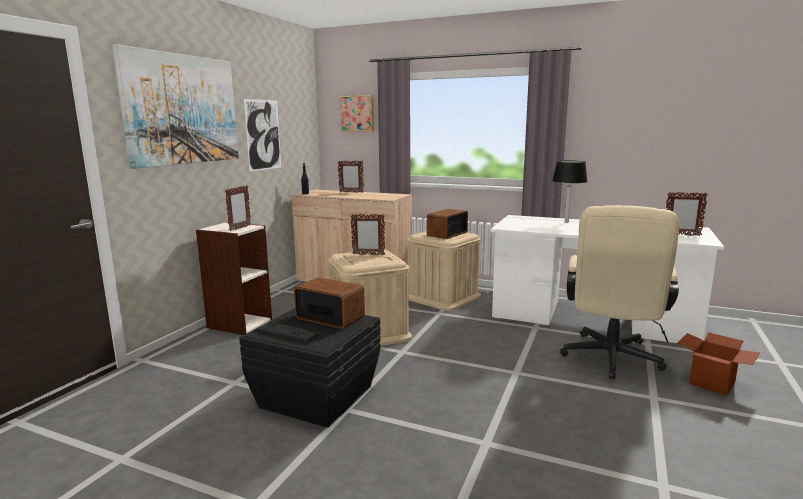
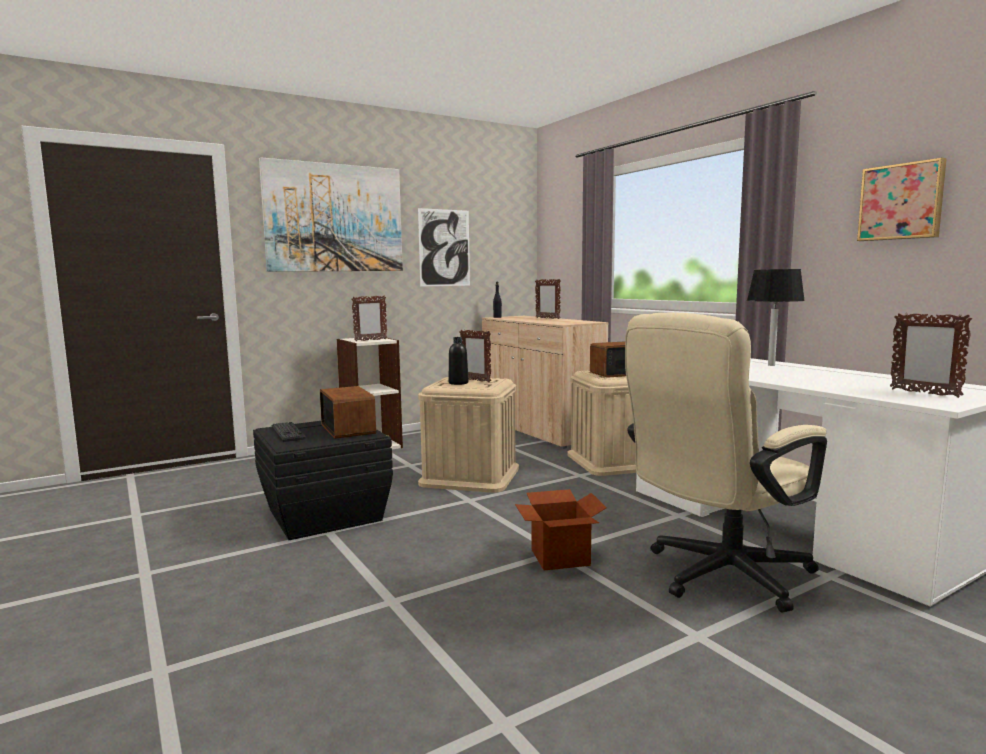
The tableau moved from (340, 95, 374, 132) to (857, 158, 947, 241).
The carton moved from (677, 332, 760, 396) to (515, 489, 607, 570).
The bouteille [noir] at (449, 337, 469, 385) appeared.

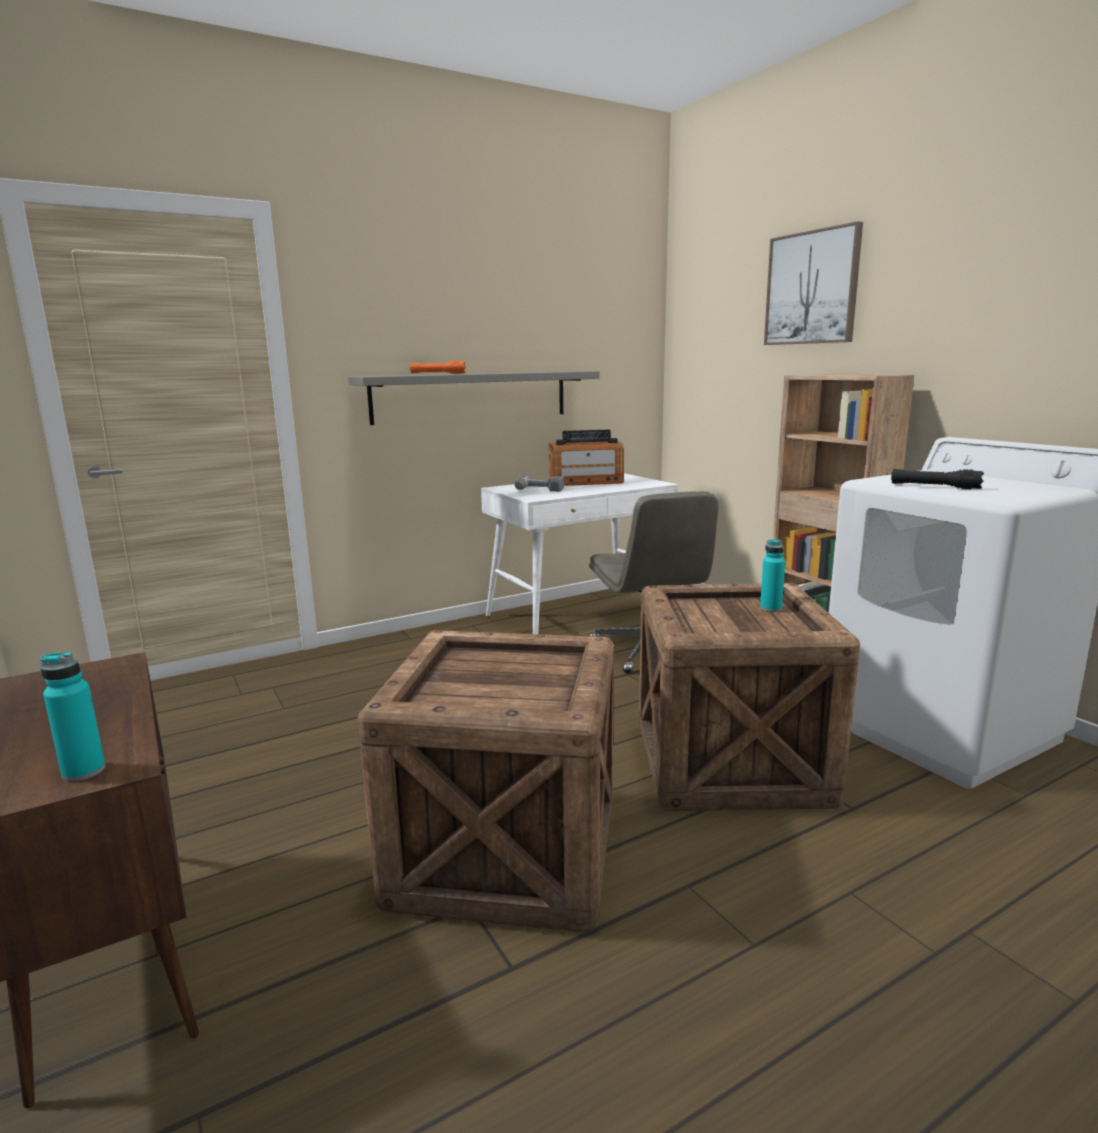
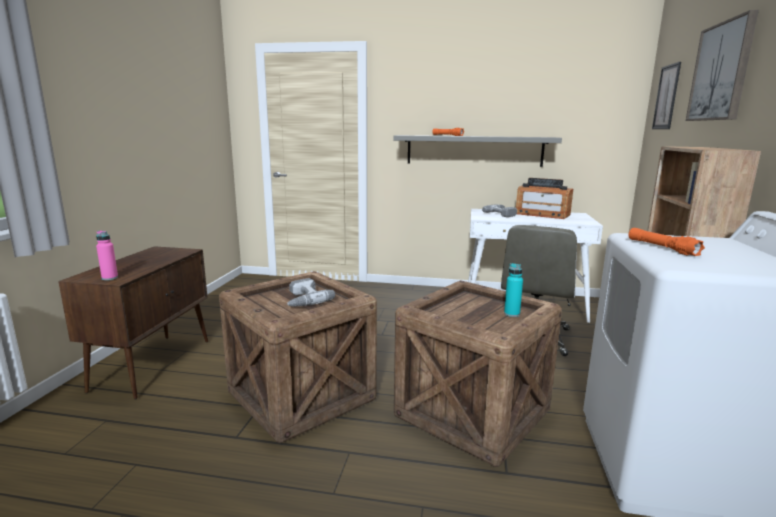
The bouteille [turquoise] at (40, 652, 105, 781) became the bouteille [rose] at (96, 231, 118, 280).
The lampe de poche [noir] at (891, 469, 984, 490) became the lampe de poche [orange] at (628, 228, 705, 256).
The perceuse at (287, 278, 335, 307) appeared.
The tableau at (652, 62, 681, 129) appeared.

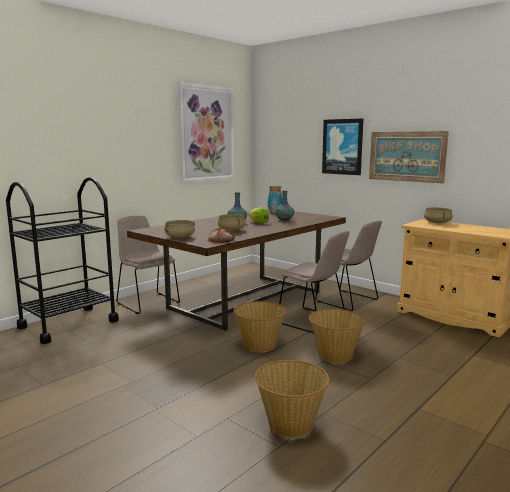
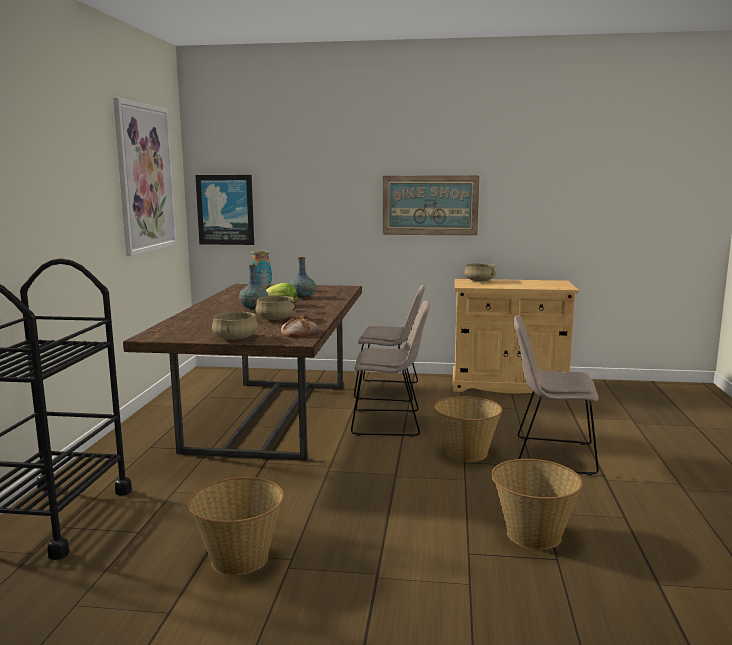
The chaise [beige] moved from (116, 215, 180, 314) to (513, 315, 599, 476).
The panier moved from (233, 301, 287, 353) to (188, 477, 284, 575).
The tableau moved from (322, 118, 364, 175) to (195, 175, 254, 245).

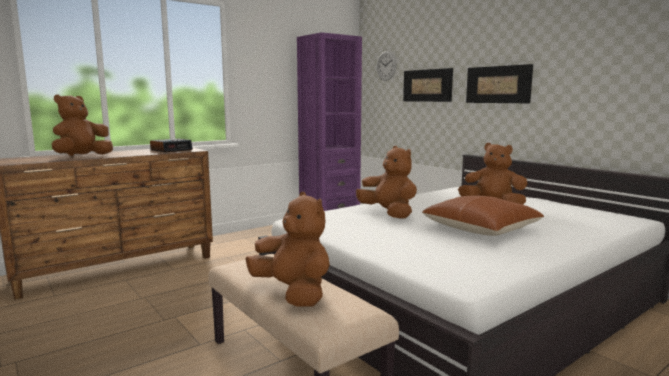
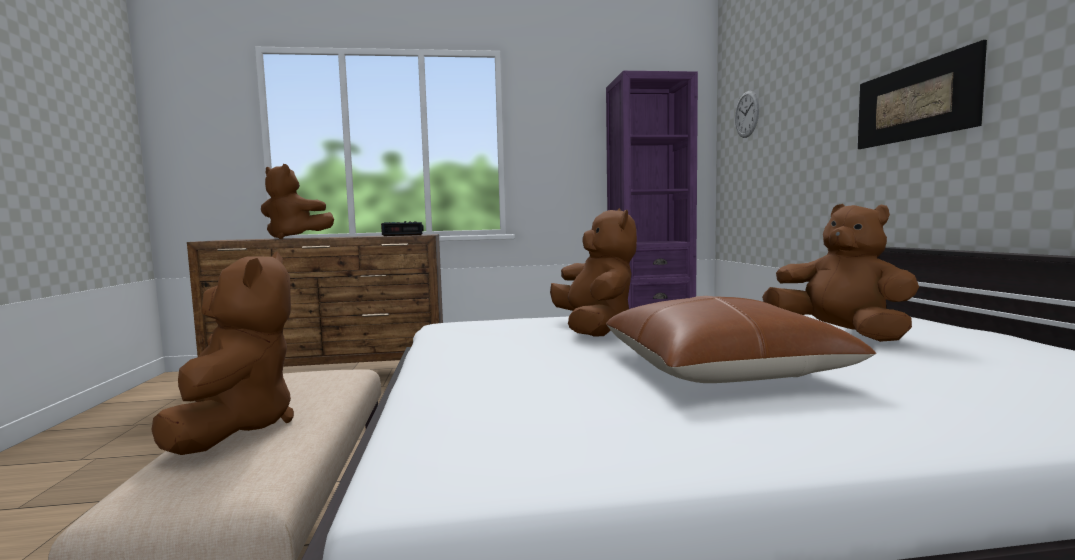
The peluche [marron] at (52, 95, 113, 156) turned 135 degrees counterclockwise.
The tableau at (403, 68, 453, 102) disappeared.

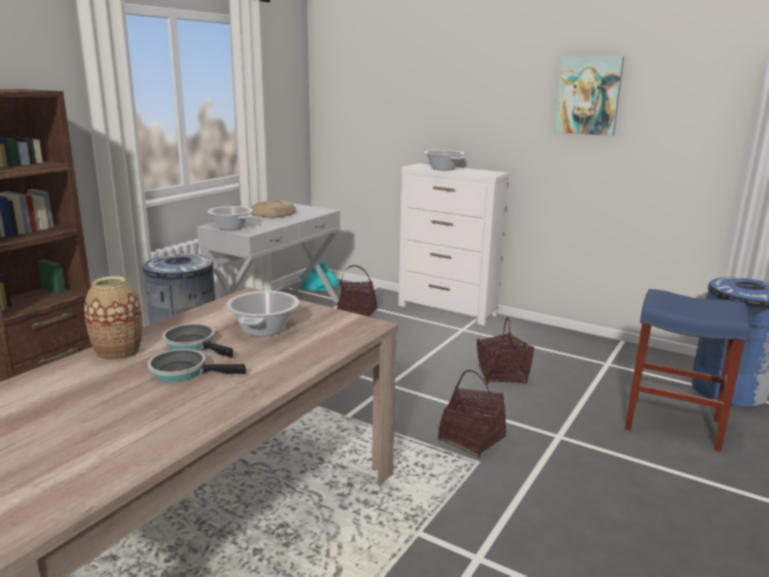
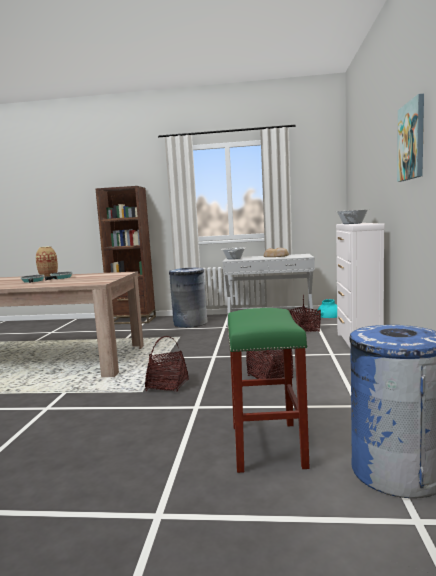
The marmite at (226, 291, 299, 336) disappeared.
The tabouret [bleu] at (625, 289, 750, 451) became the tabouret [vert] at (227, 308, 310, 473).

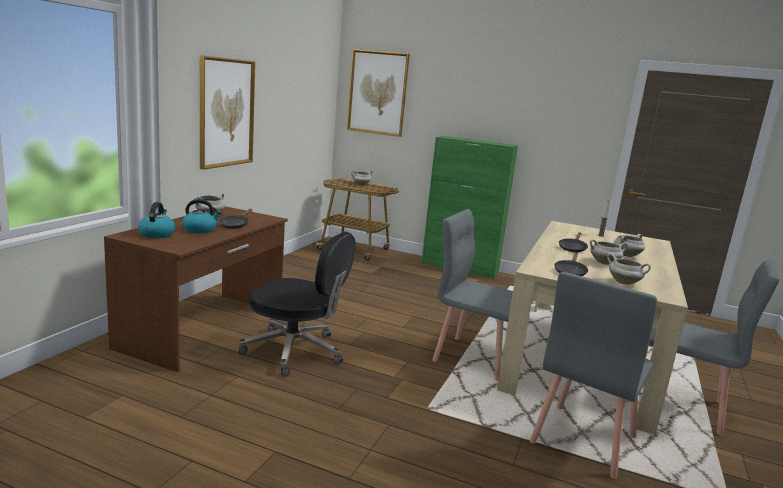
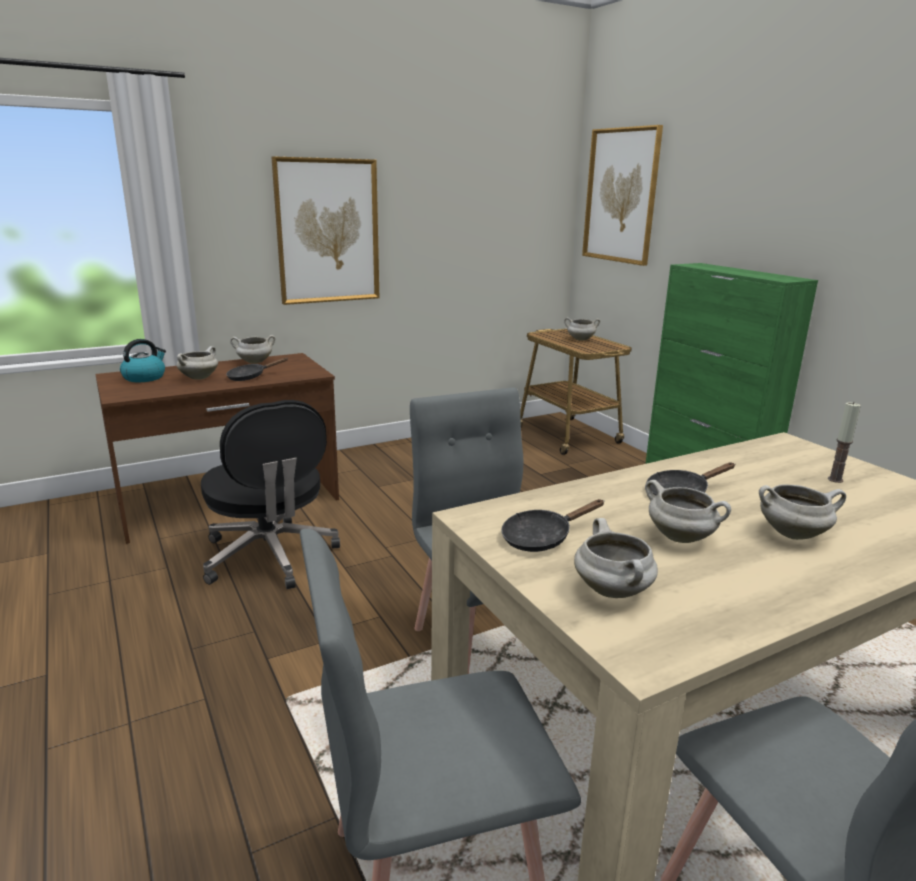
The bouilloire at (182, 199, 222, 233) was replaced by the marmite [blanc] at (176, 346, 218, 380).

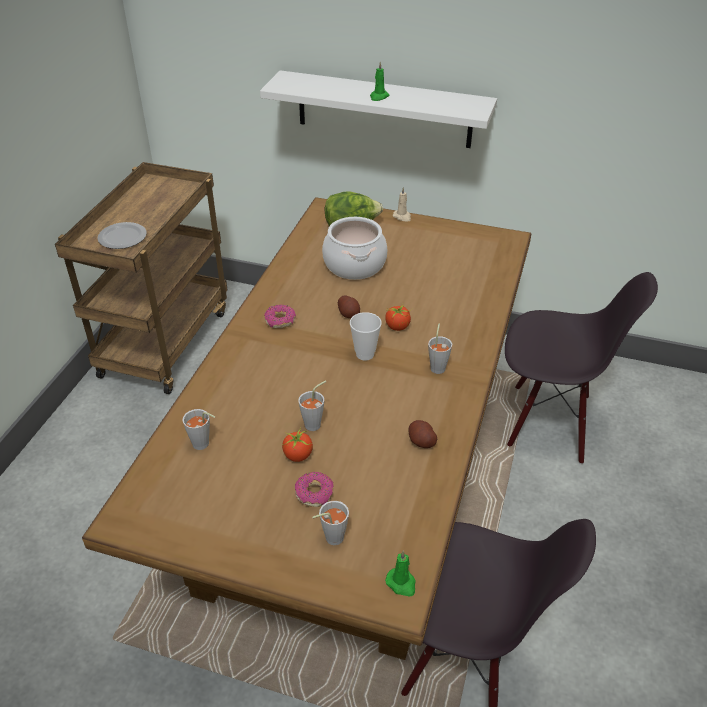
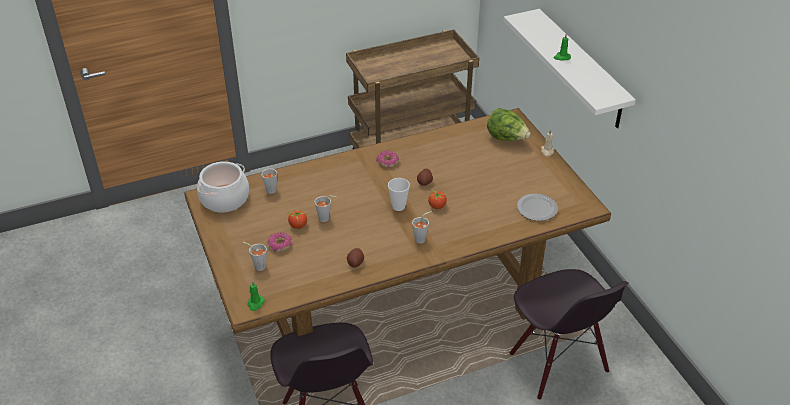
The assiette moved from (98, 222, 147, 249) to (517, 194, 558, 221).
The marmite moved from (322, 217, 387, 280) to (197, 161, 249, 212).

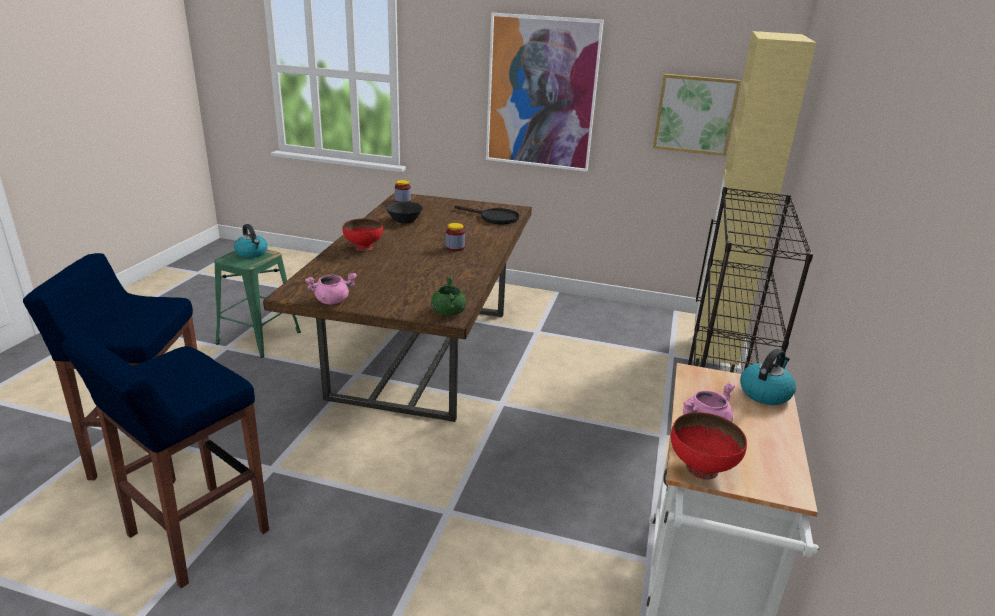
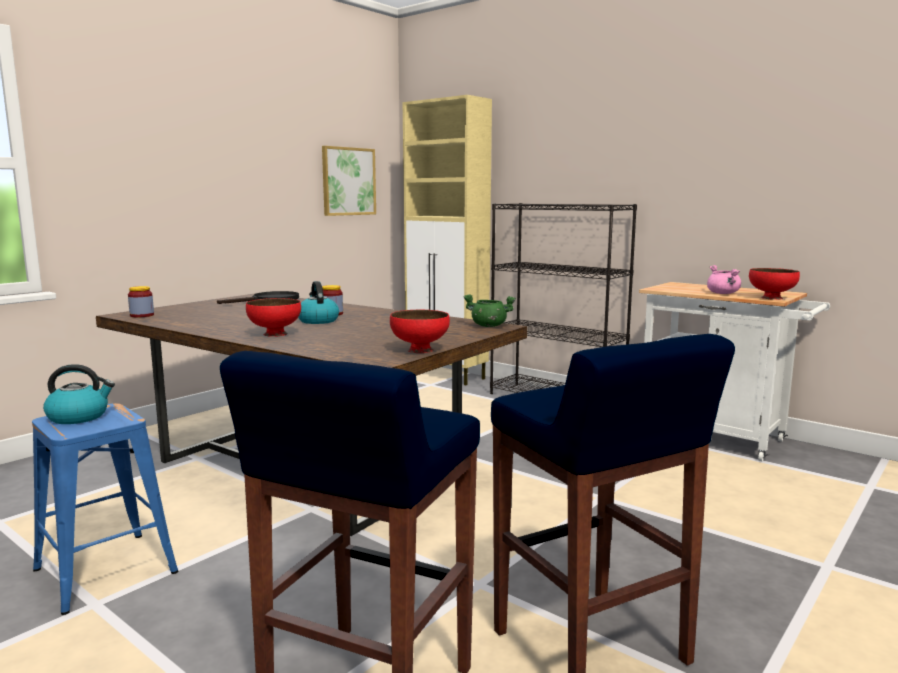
The tabouret [vert] at (214, 250, 301, 358) became the tabouret [bleu] at (32, 403, 178, 615).
The marmite [rose] at (305, 273, 357, 304) was replaced by the bol [rouge] at (390, 310, 450, 353).
The bol [noir] at (386, 202, 423, 224) disappeared.
The tableau at (486, 13, 604, 172) disappeared.
The bouilloire moved from (740, 348, 796, 405) to (298, 281, 339, 324).

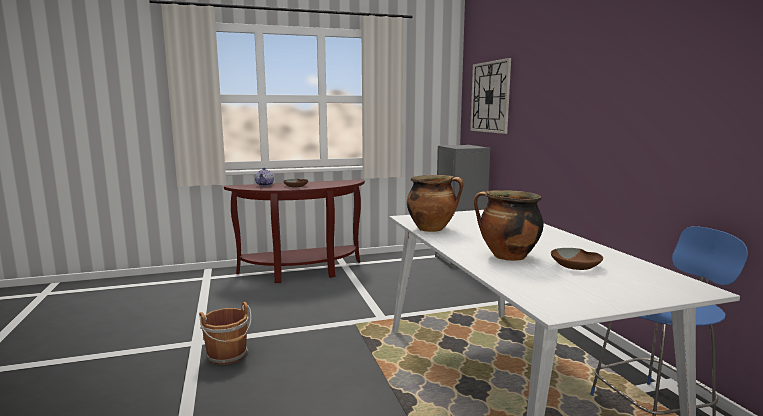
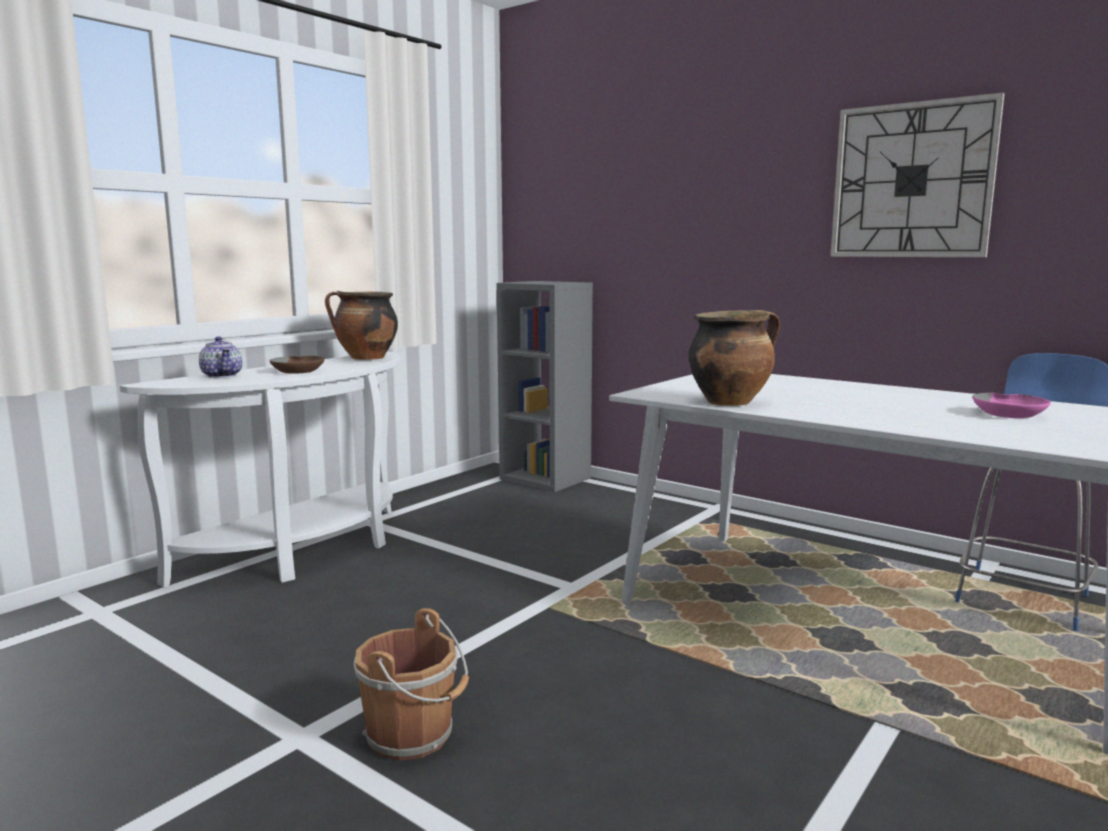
The table console [marron] at (224, 179, 365, 283) became the table console [blanc] at (120, 352, 401, 588).
The horloge murale moved from (470, 58, 511, 134) to (830, 92, 1005, 257).
The marmite moved from (474, 190, 543, 261) to (325, 291, 398, 360).
The bol [marron] at (551, 248, 603, 270) became the bol [rose] at (972, 393, 1051, 418).

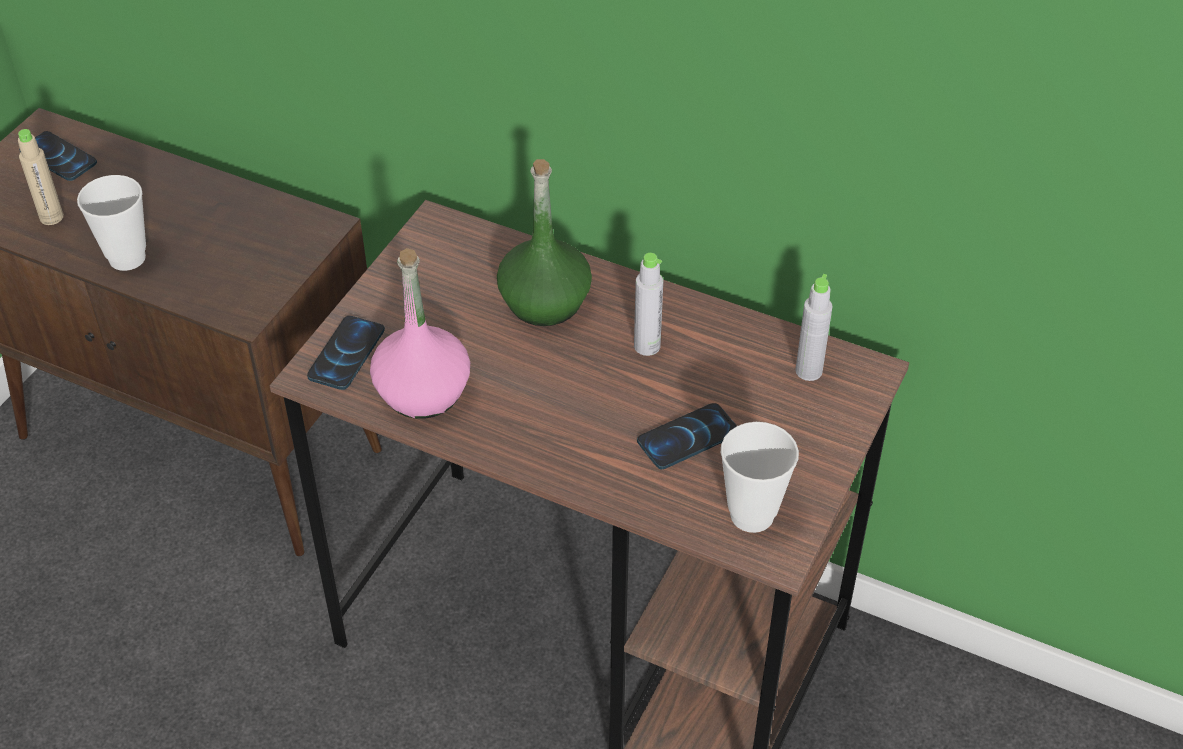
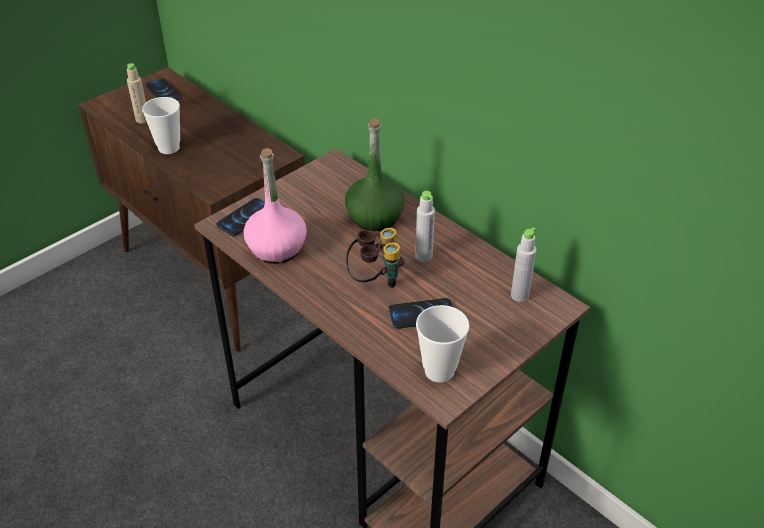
The jumelles at (346, 228, 404, 288) appeared.

